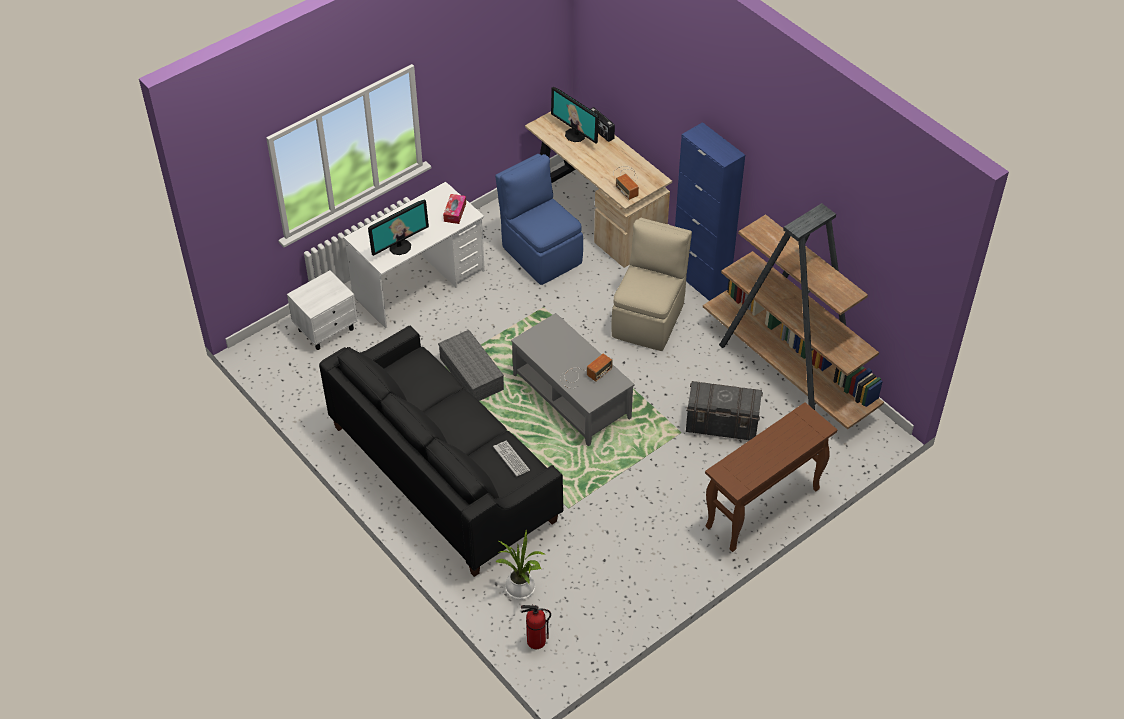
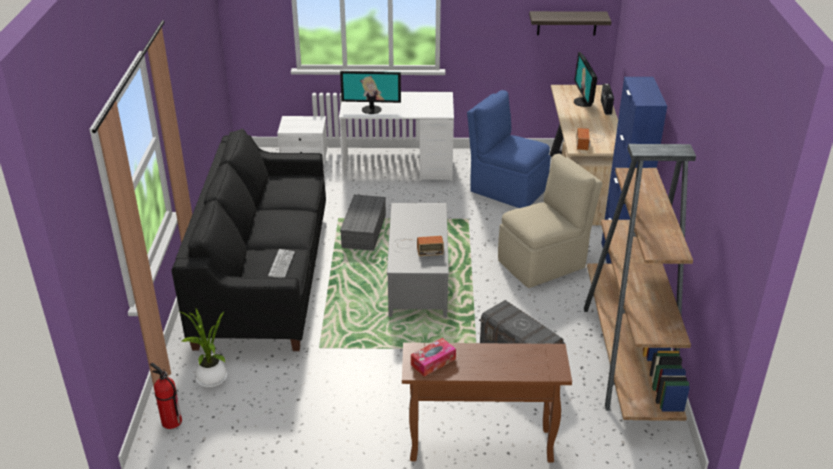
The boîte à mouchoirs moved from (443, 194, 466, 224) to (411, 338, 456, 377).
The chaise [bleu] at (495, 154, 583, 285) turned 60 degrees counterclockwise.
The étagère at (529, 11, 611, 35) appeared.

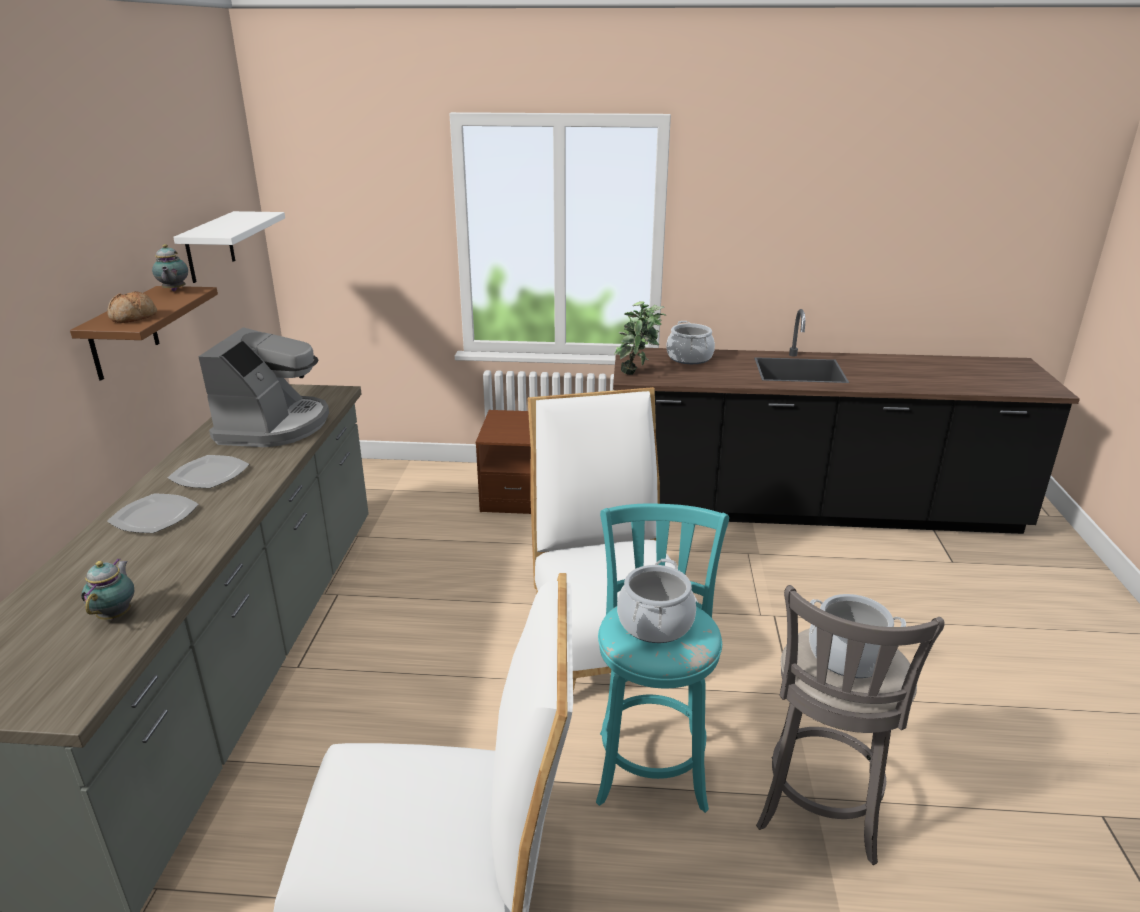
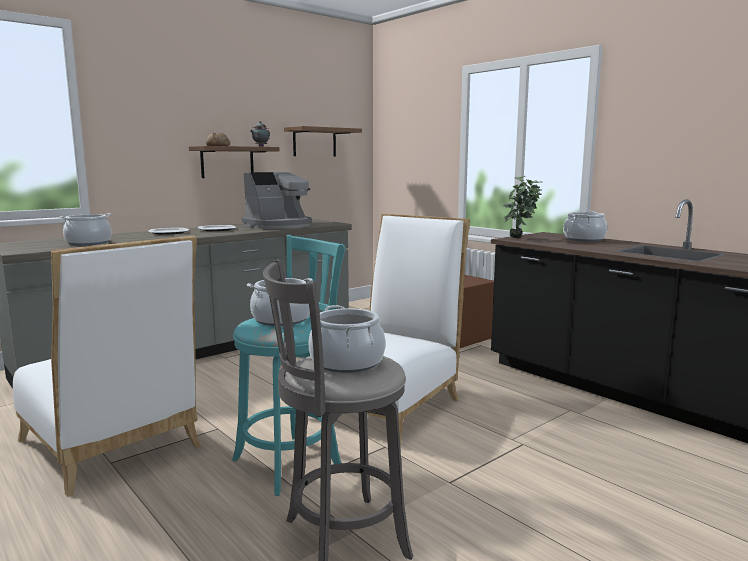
The théière at (81, 559, 134, 620) was replaced by the marmite at (60, 213, 112, 246).
The étagère [blanc] at (173, 211, 285, 283) became the étagère [marron] at (284, 126, 362, 156).

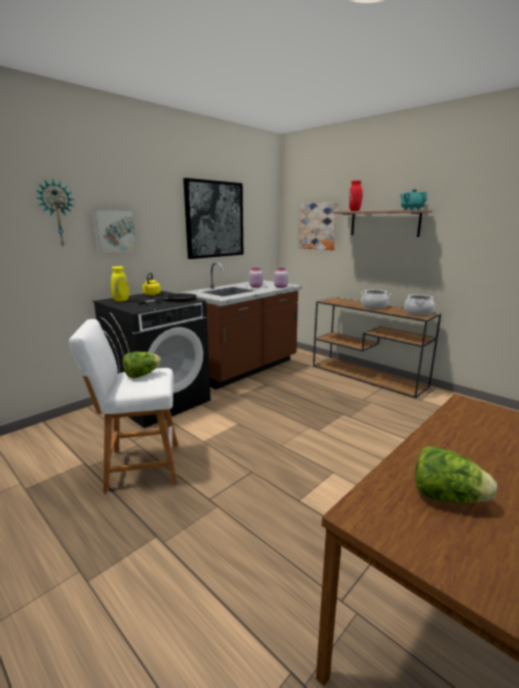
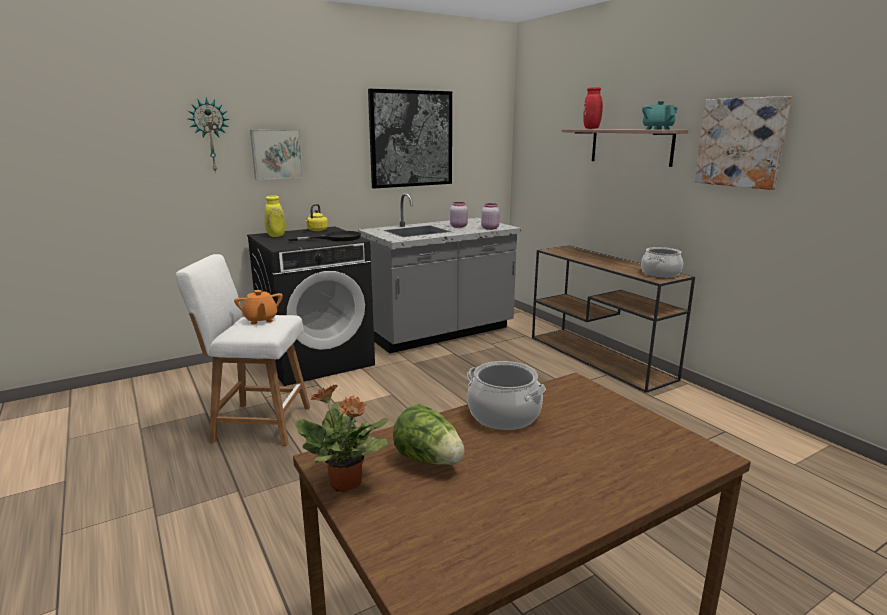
The laitue at (123, 352, 161, 378) was replaced by the théière [orange] at (234, 290, 283, 324).
The comptoir de cuisine [marron] at (180, 262, 302, 389) became the comptoir de cuisine [gris] at (358, 193, 521, 353).
The tableau moved from (298, 202, 338, 250) to (694, 96, 792, 190).
The marmite moved from (361, 289, 391, 309) to (467, 361, 546, 430).
The plante en pot at (295, 385, 389, 492) appeared.

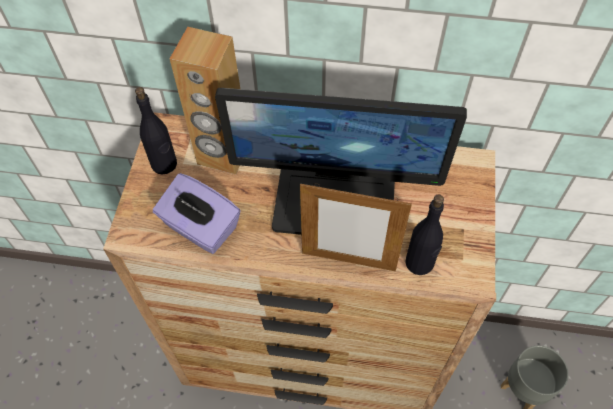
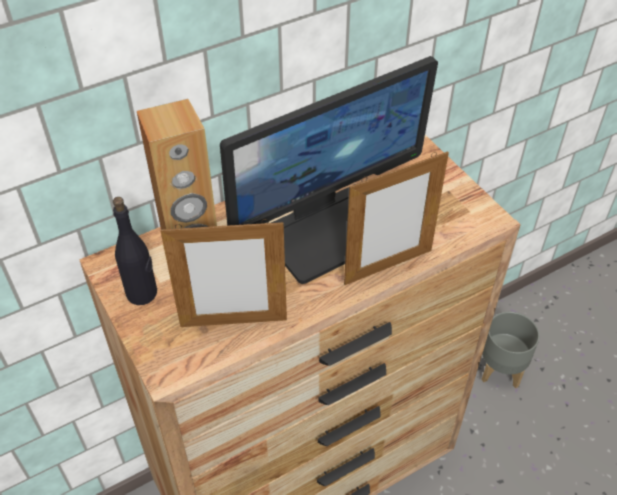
The boîte à mouchoirs [violet] at (153, 173, 241, 254) was replaced by the cadre photo at (160, 219, 287, 327).
The bouteille [noir] at (405, 194, 444, 275) disappeared.

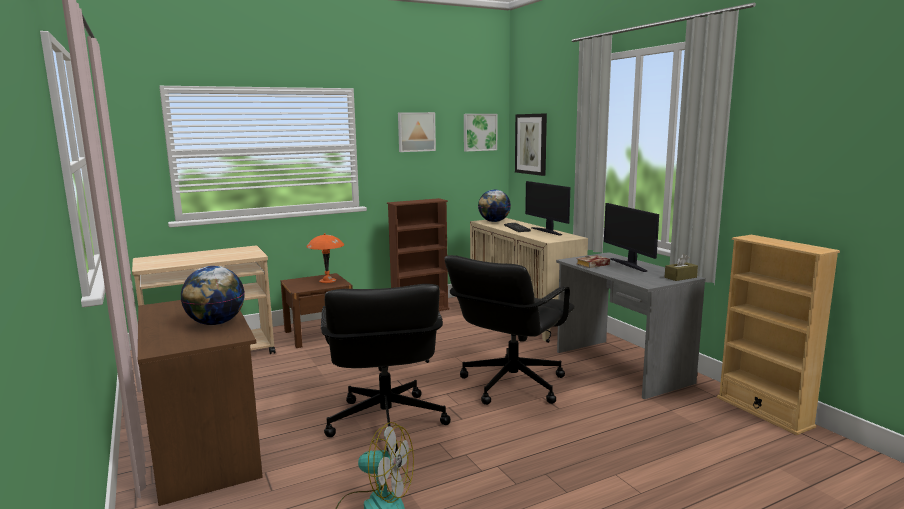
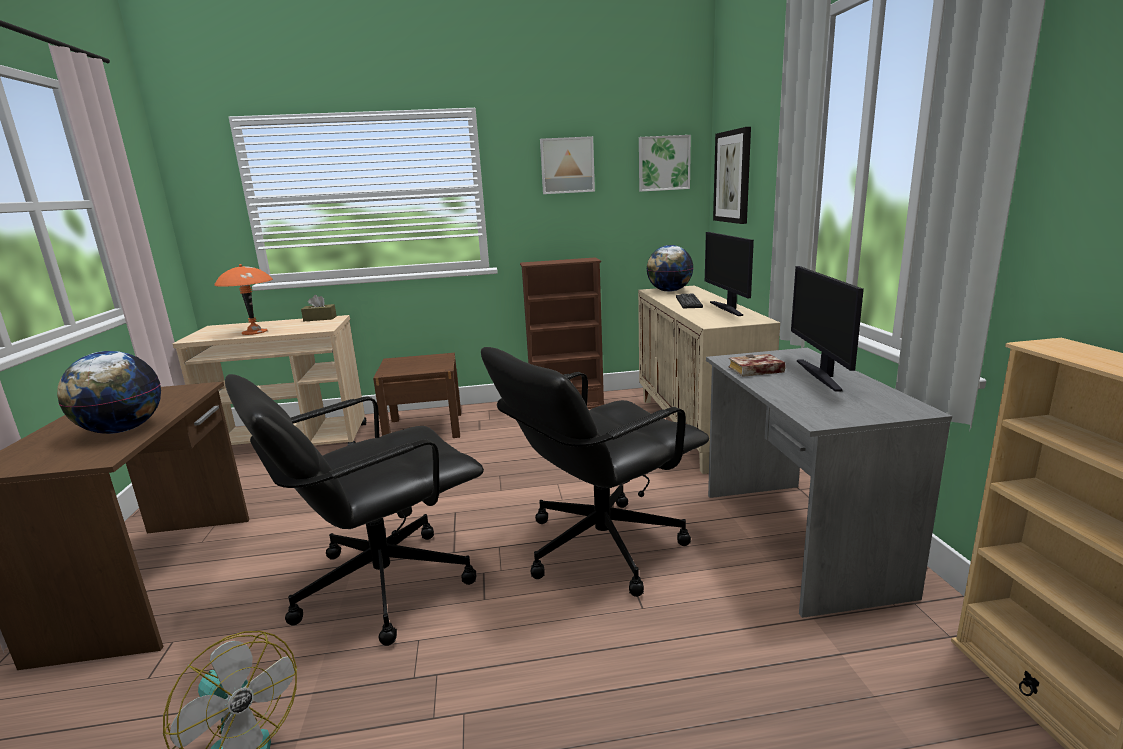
The lampe de table [orange] moved from (306, 233, 344, 283) to (214, 264, 273, 335).
The chaise de bureau [noir] at (321, 284, 451, 453) turned 45 degrees clockwise.
The boîte à mouchoirs [marron] moved from (665, 254, 698, 281) to (301, 295, 337, 321).

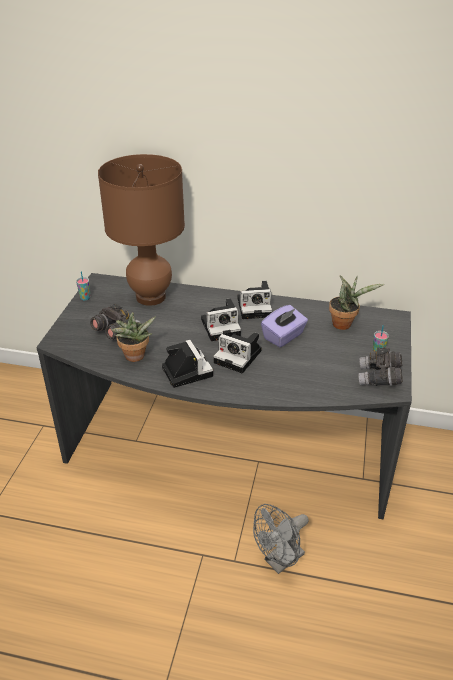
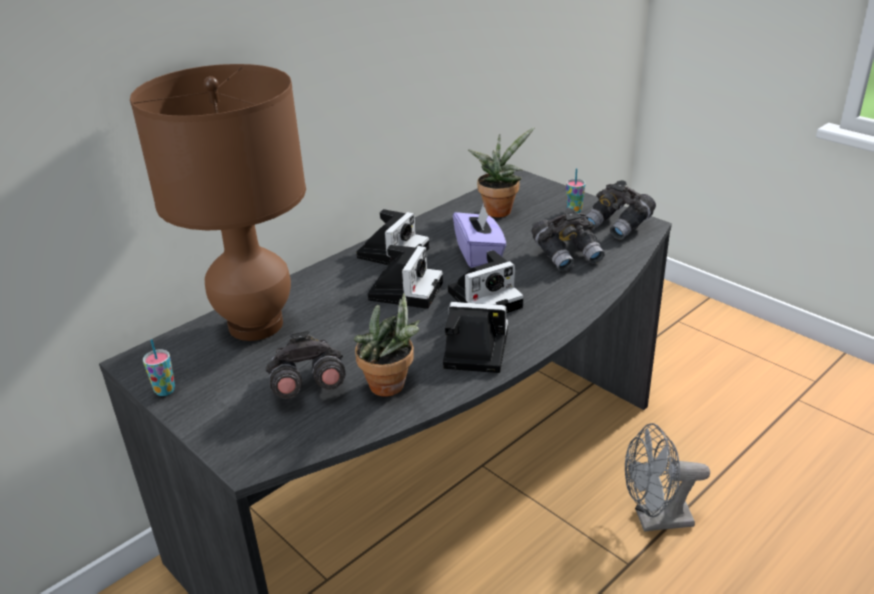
The ventilateur [gris] at (253, 504, 309, 574) turned 90 degrees clockwise.
The jumelles [gris] at (531, 208, 605, 271) appeared.

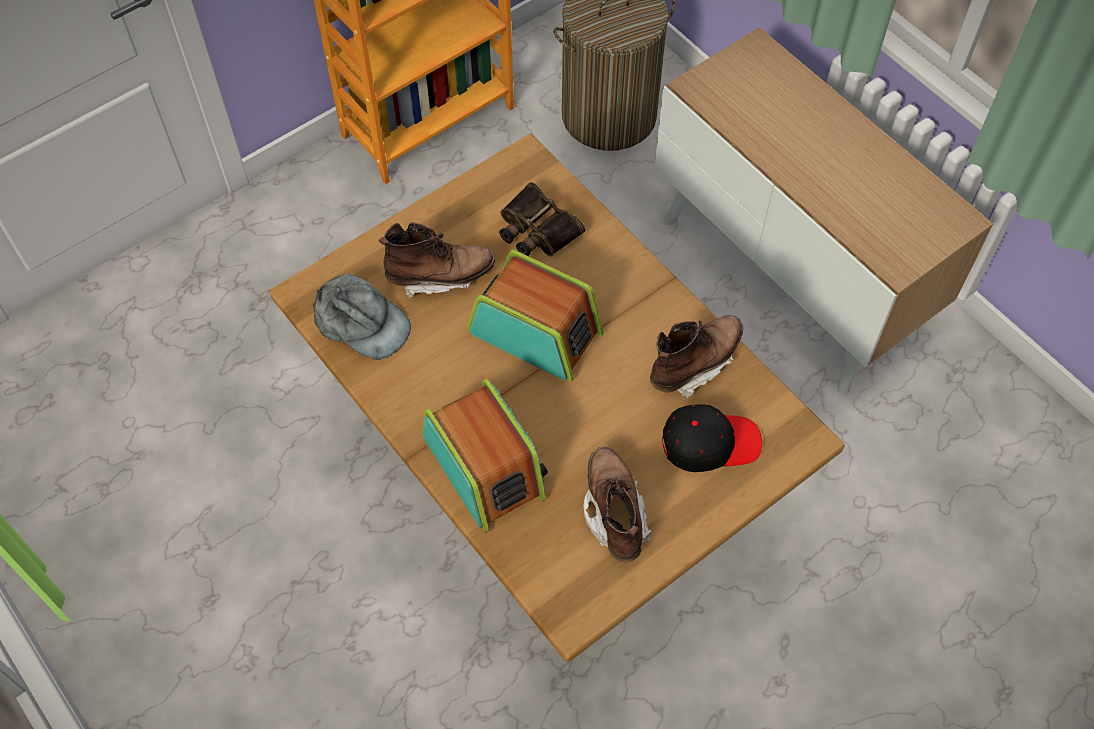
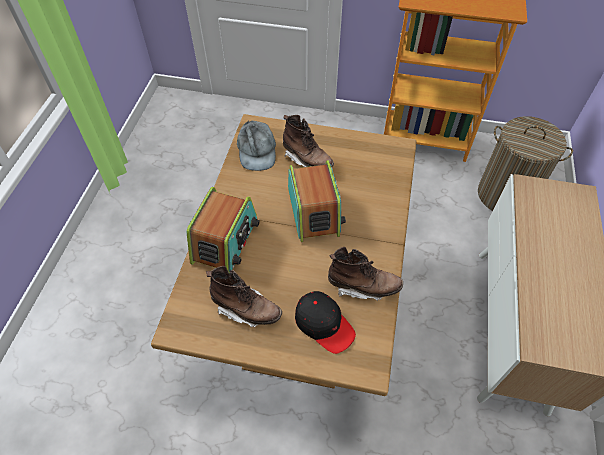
The jumelles at (499, 182, 586, 256) disappeared.
The botte [marron] at (584, 447, 652, 562) turned 75 degrees clockwise.

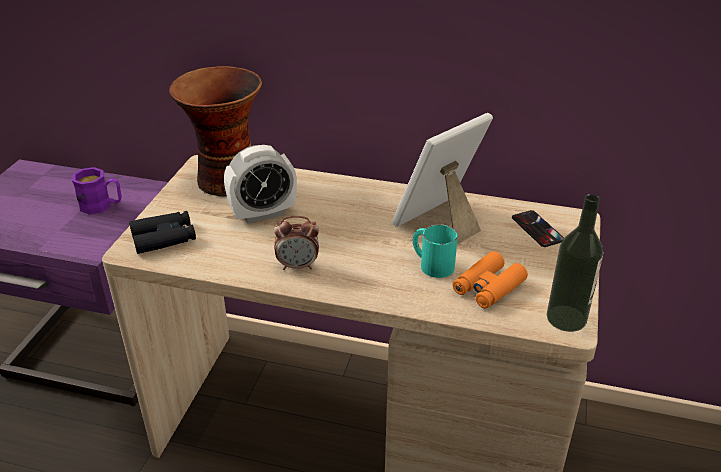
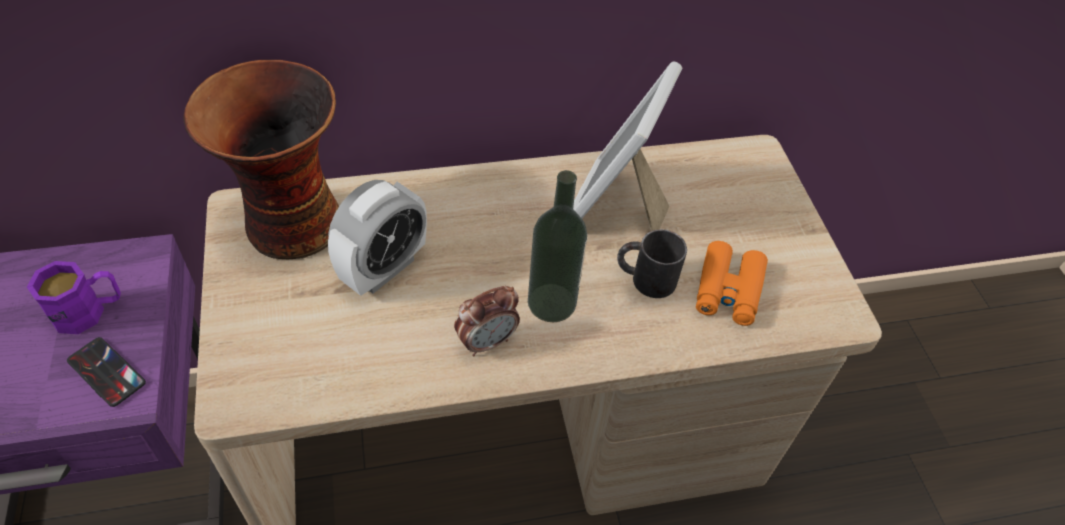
The jumelles [noir] at (129, 211, 196, 254) disappeared.
The mug [turquoise] at (413, 224, 458, 278) became the mug [noir] at (617, 229, 687, 298).
The téléphone moved from (512, 210, 564, 247) to (67, 337, 146, 407).
The bouteille moved from (547, 194, 603, 332) to (528, 170, 587, 322).

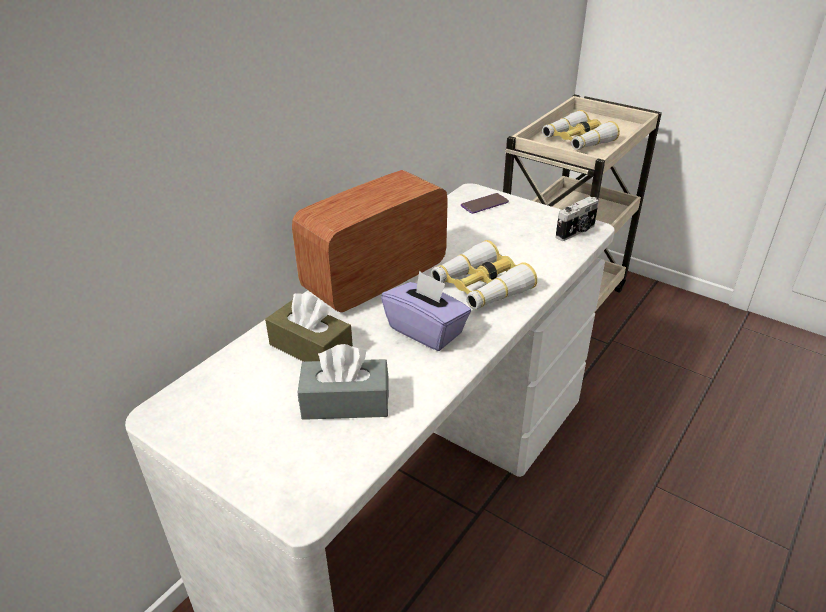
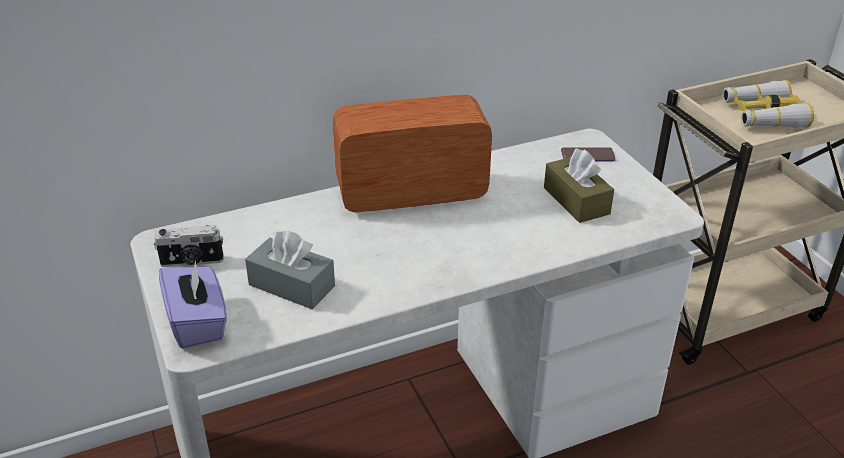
The boîte à mouchoirs [marron] moved from (265, 292, 353, 362) to (544, 149, 614, 223).
The boîte à mouchoirs [violet] moved from (381, 271, 471, 351) to (159, 260, 227, 349).
The jumelles at (431, 240, 537, 310) disappeared.
The appareil photo moved from (555, 197, 599, 241) to (154, 225, 224, 267).

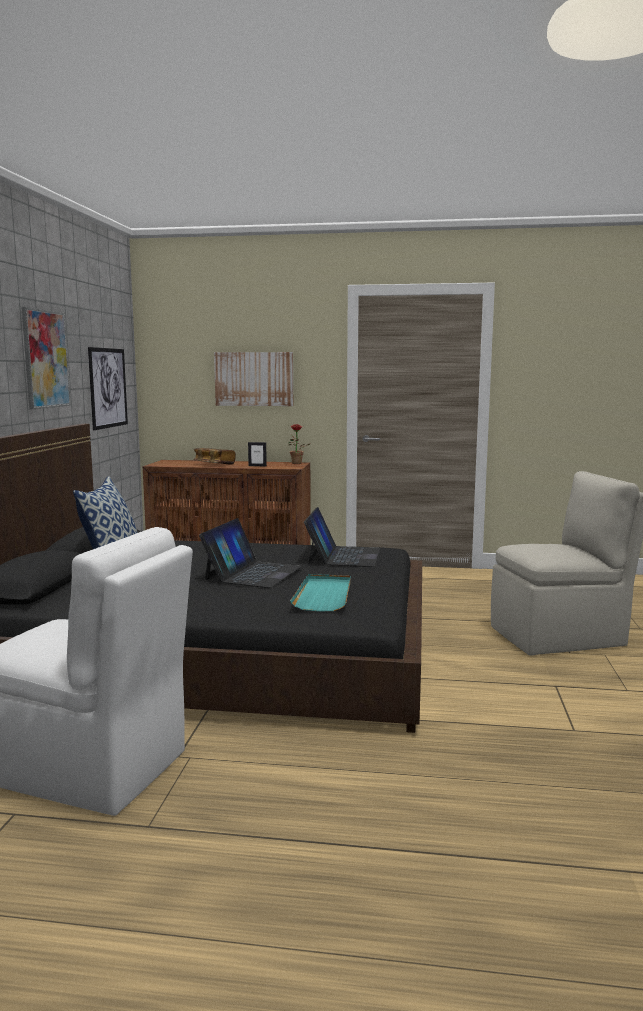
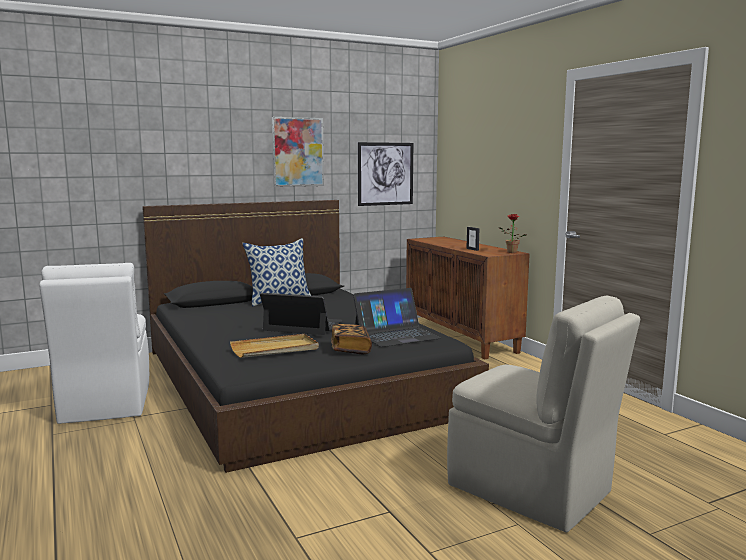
The livre moved from (193, 448, 236, 465) to (331, 324, 372, 354).
The ordinateur portable at (199, 518, 302, 588) turned 150 degrees counterclockwise.
The tableau at (214, 352, 293, 406) disappeared.
The plateau [turquoise] at (290, 574, 351, 611) became the plateau [beige] at (230, 334, 319, 358).

